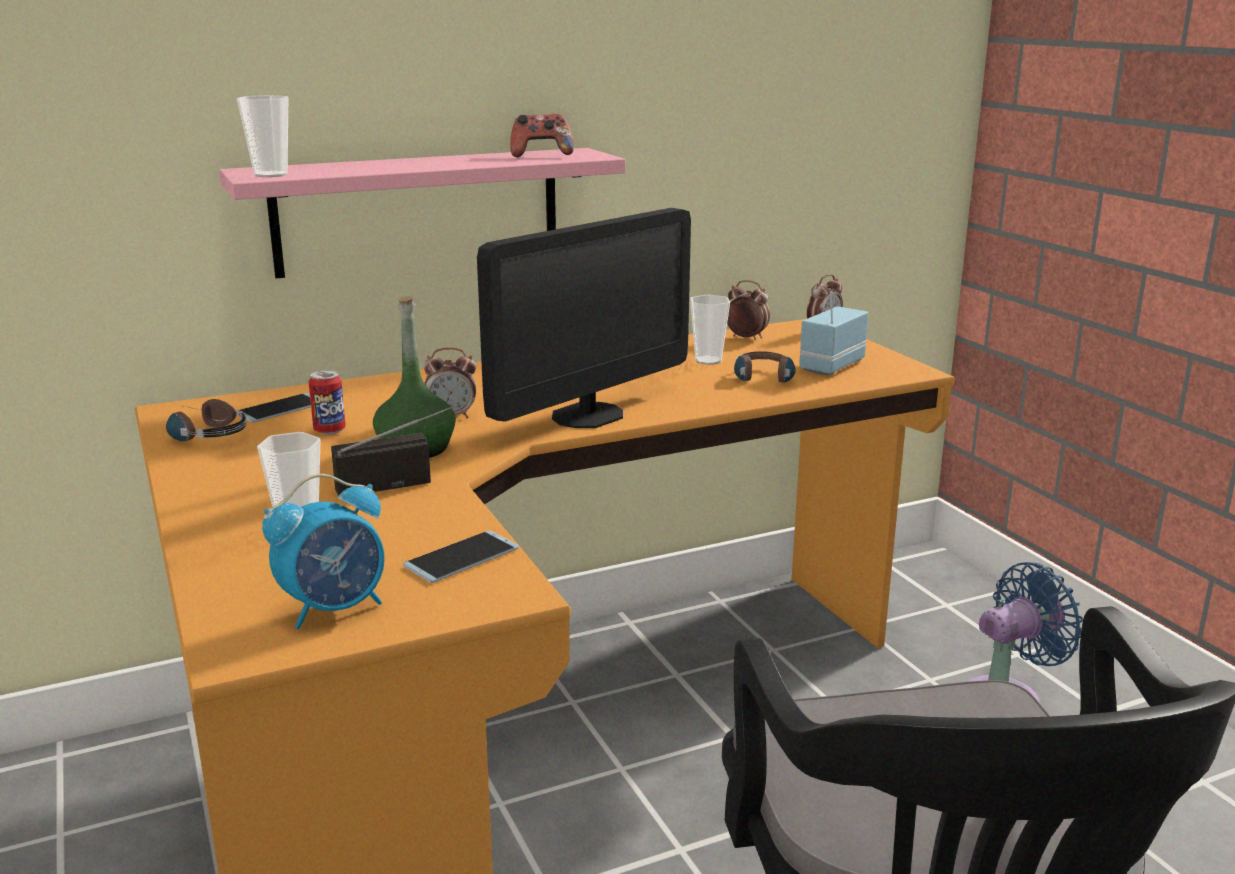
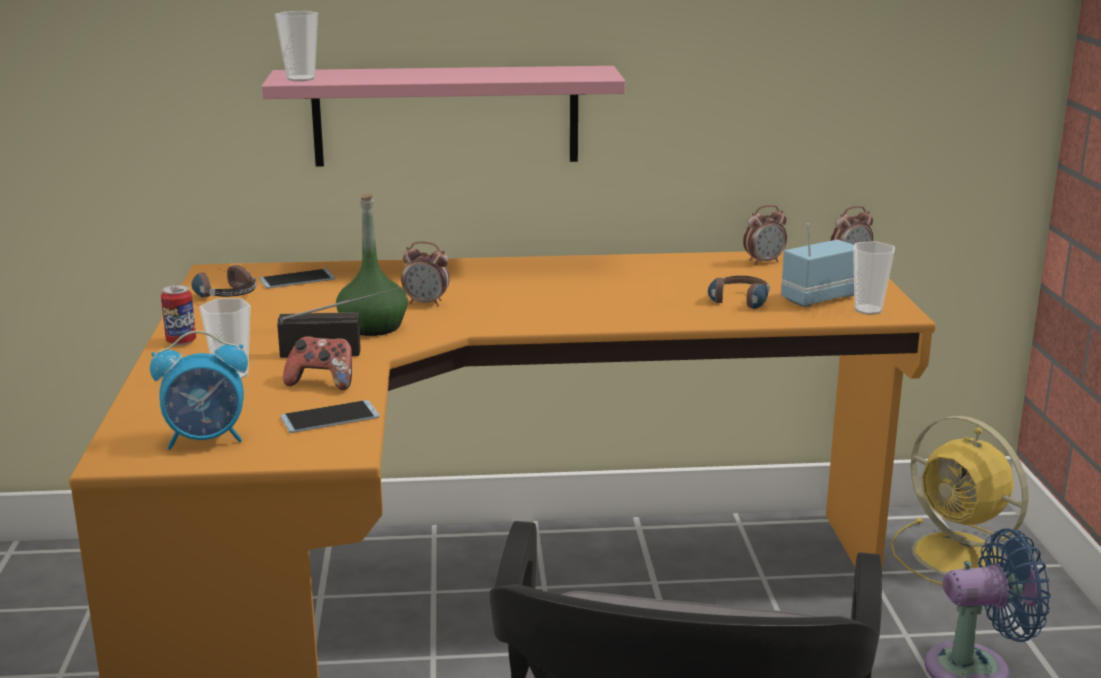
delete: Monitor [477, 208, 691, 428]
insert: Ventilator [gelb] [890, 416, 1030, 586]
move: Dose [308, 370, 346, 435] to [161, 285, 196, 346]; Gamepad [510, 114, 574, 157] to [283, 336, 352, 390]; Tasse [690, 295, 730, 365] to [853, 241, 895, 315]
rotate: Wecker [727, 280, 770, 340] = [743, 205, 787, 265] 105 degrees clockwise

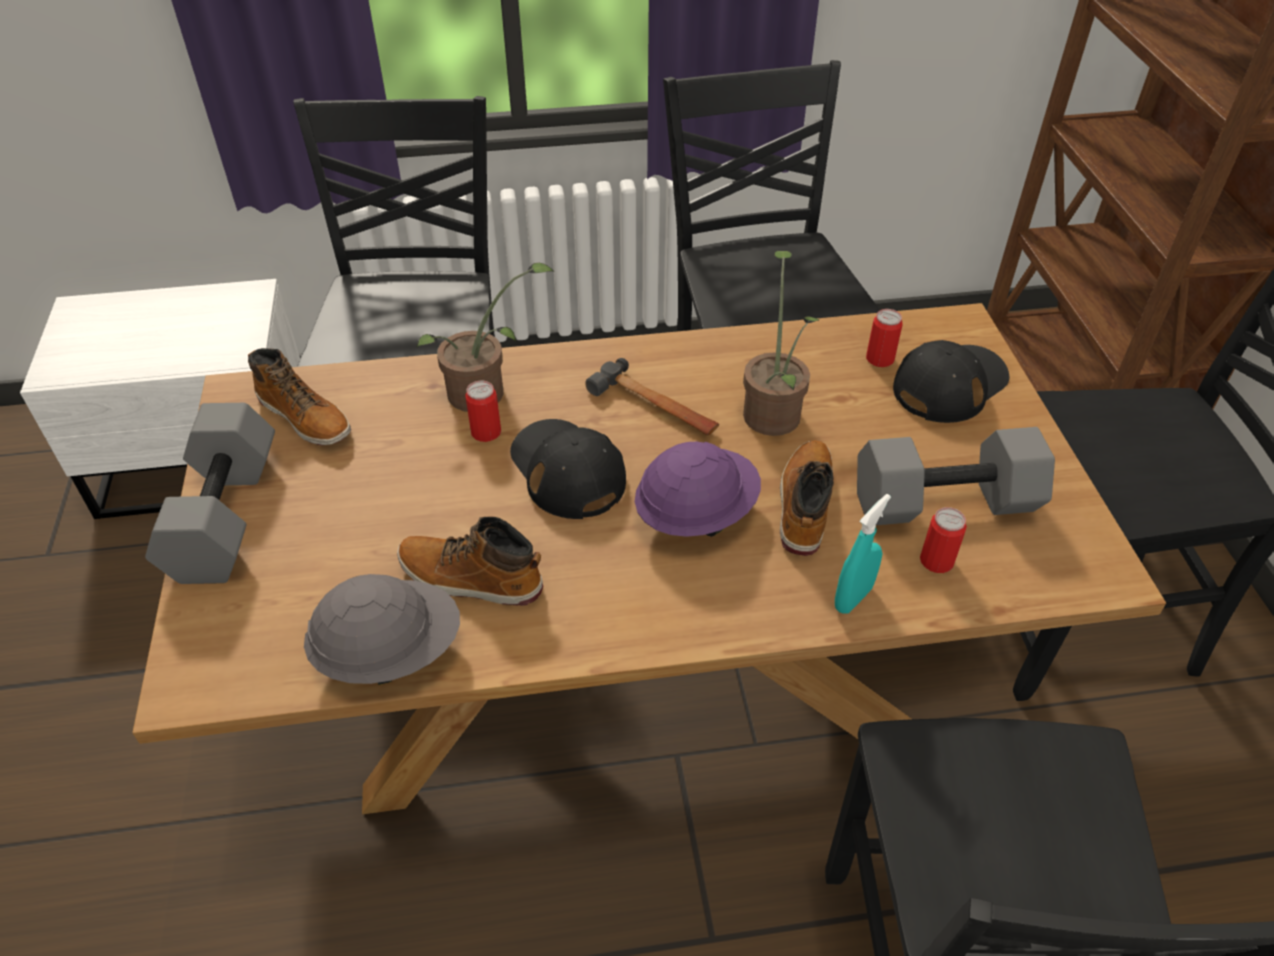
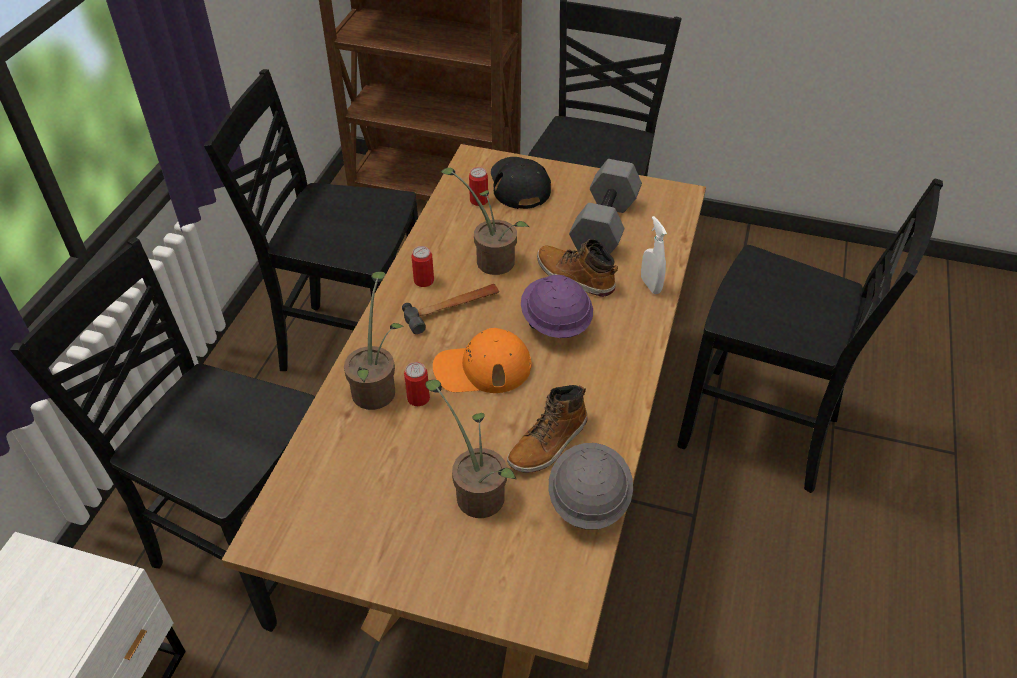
delete: Hantel [grau] [145, 403, 275, 584]; Stiefel [248, 348, 351, 445]
insert: Topfpflanze [425, 380, 516, 518]
move: Dose [920, 507, 967, 573] to [411, 246, 434, 287]
recolor: Kappe [schwarz] [510, 419, 626, 519] to Kappe [orange] [433, 328, 531, 393]; Sprühflasche [türkis] [835, 494, 891, 614] to Sprühflasche [weiß] [641, 216, 667, 294]

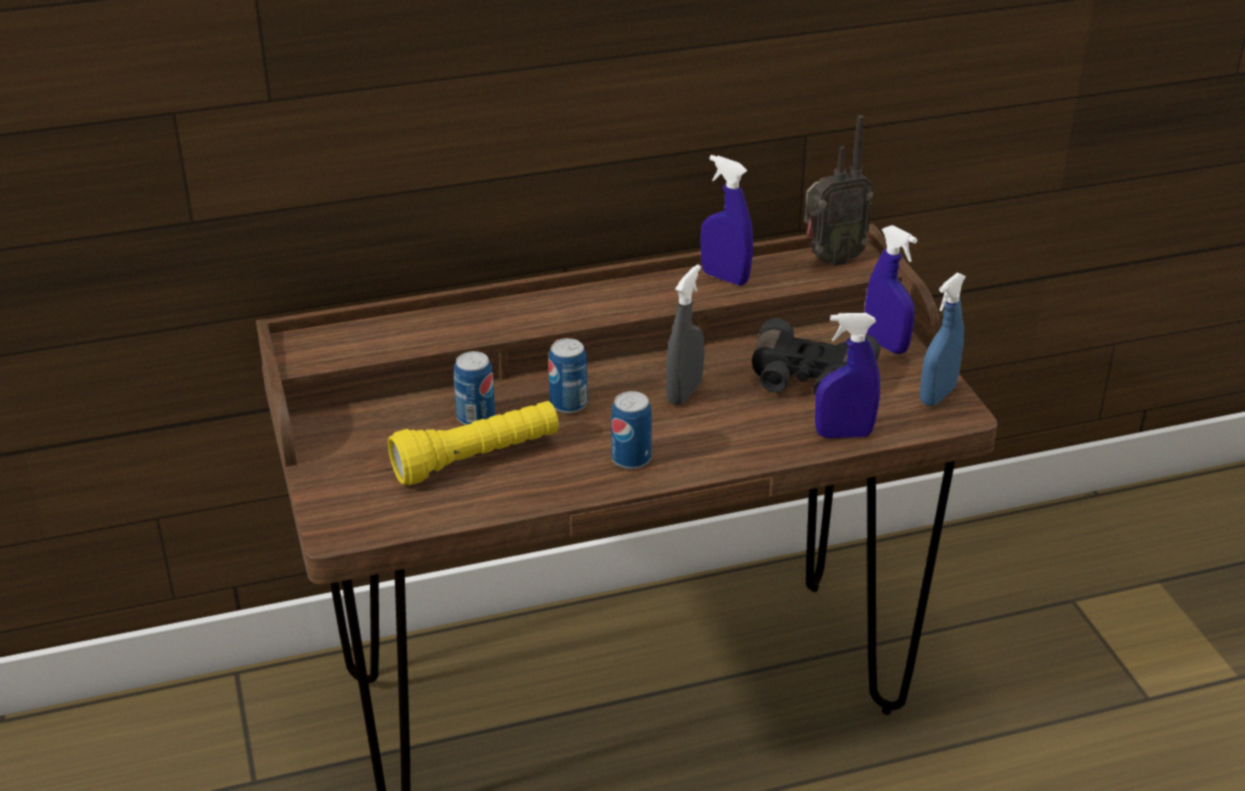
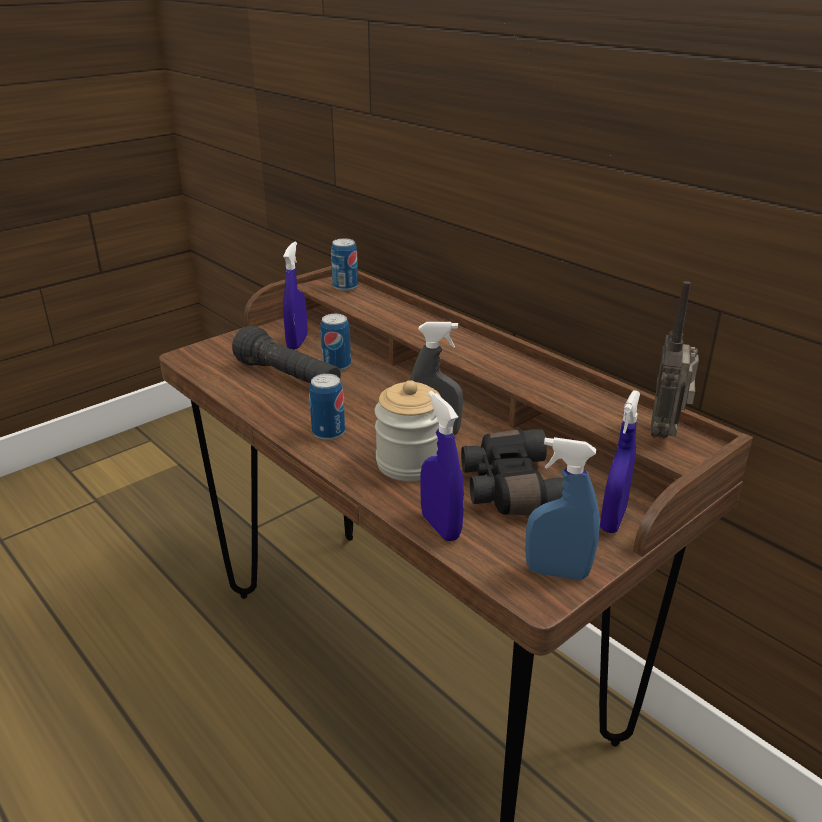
insert: Vorratsglas [375, 380, 441, 481]
move: Sprühflasche [blau] [700, 155, 753, 286] to [283, 242, 307, 350]; Dose [548, 338, 588, 413] to [331, 239, 358, 291]
recolor: Taschenlampe [gelb] [388, 401, 559, 485] to Taschenlampe [schwarz] [232, 326, 341, 383]
rotate: Radio [804, 115, 873, 266] = [651, 281, 699, 439] 60 degrees clockwise

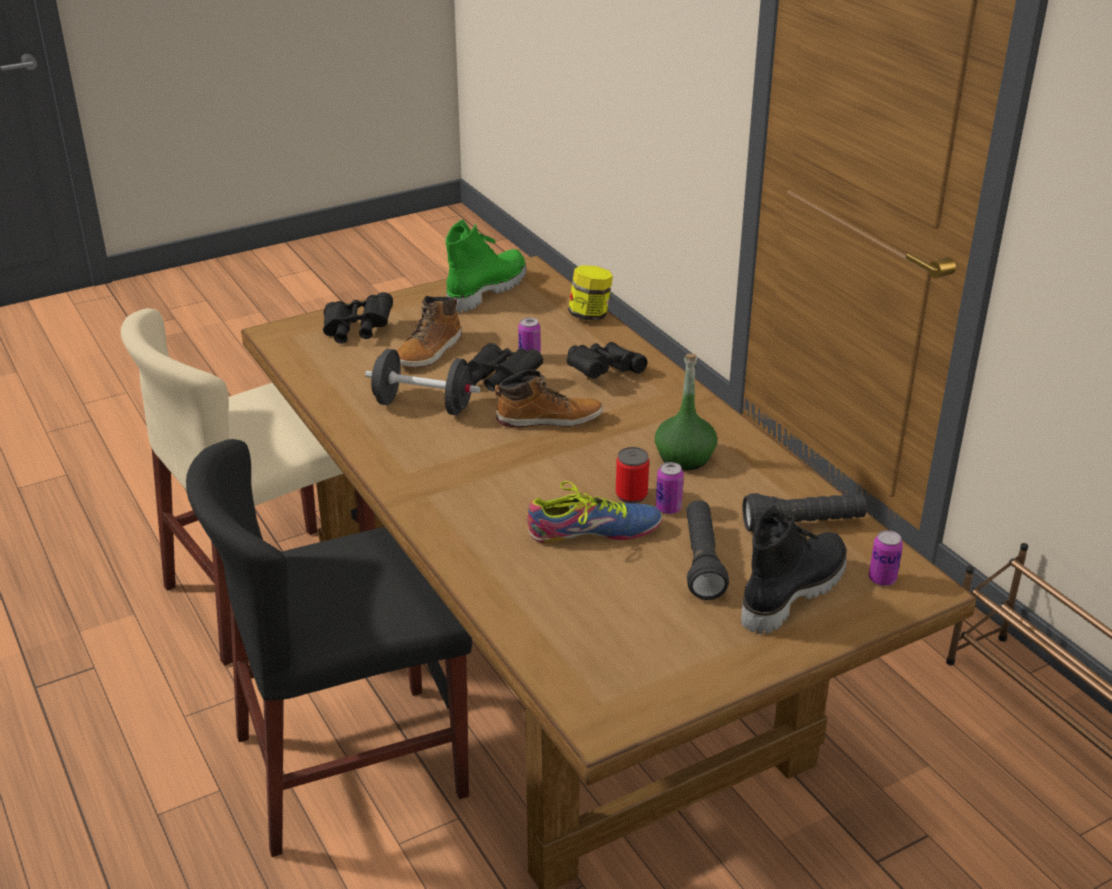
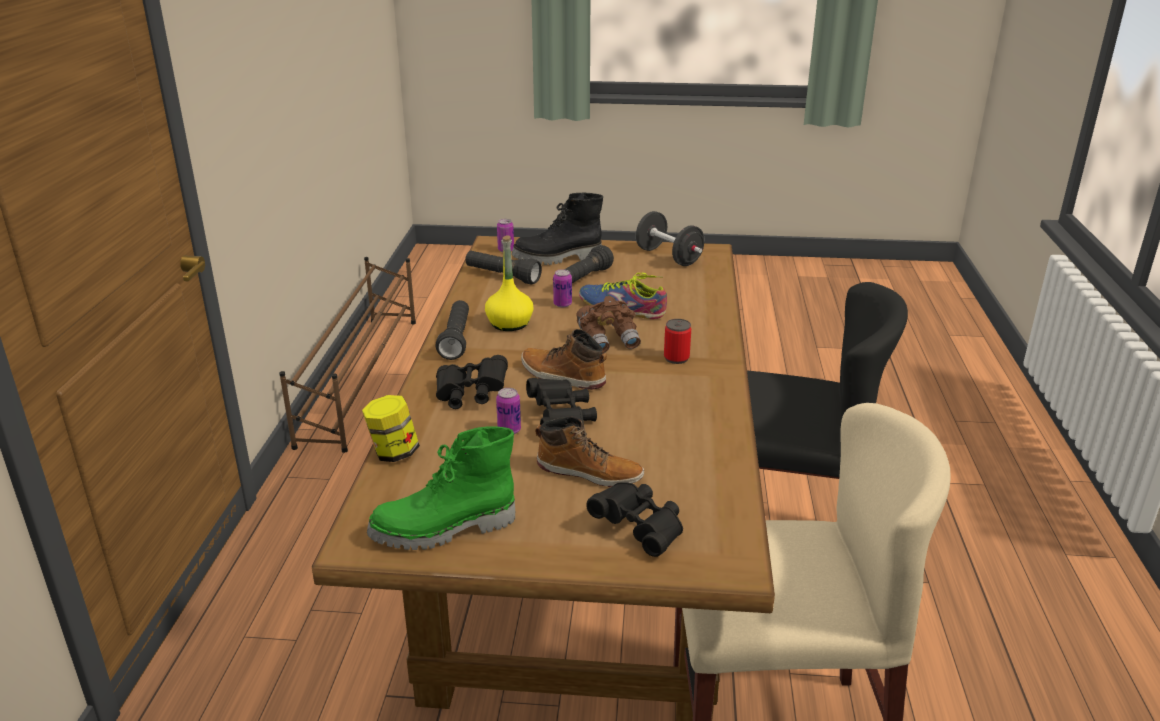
insert: Taschenlampe [schwarz] [435, 300, 469, 360]; Fernglas [braun] [577, 296, 641, 354]
move: Hantel [schwarz] [365, 349, 480, 415] to [636, 211, 704, 266]; Dose [616, 447, 649, 503] to [664, 319, 691, 364]
recolor: Flasche [grün] [655, 354, 717, 470] to Flasche [gelb] [485, 235, 533, 331]
rotate: Stiefel [397, 296, 462, 368] = [535, 417, 645, 487] 45 degrees clockwise

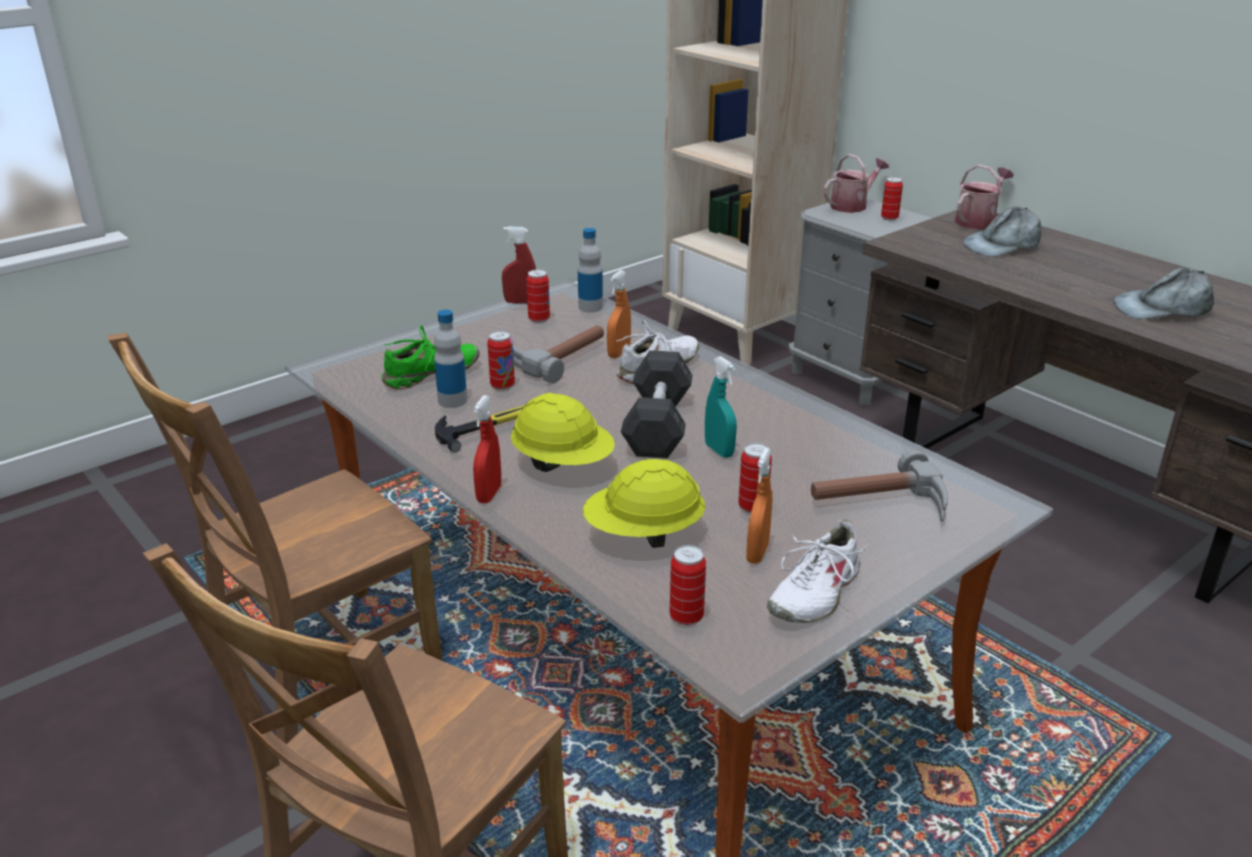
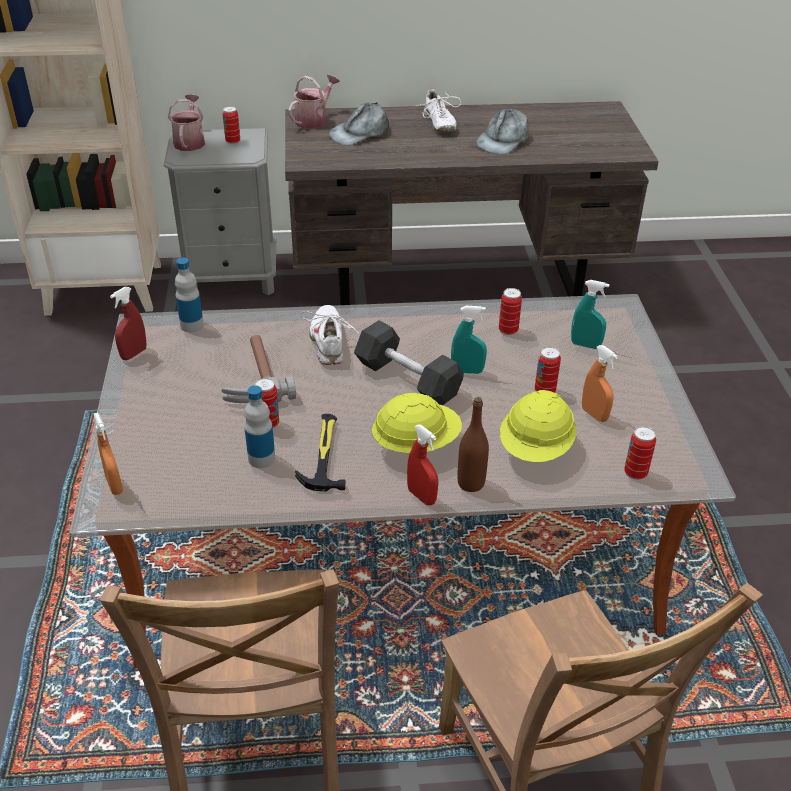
delete: Schuh [grün] [382, 325, 480, 389]
insert: Flasche [braun] [457, 397, 489, 492]
move: Sprühflasche [orange] [607, 270, 631, 358] to [94, 413, 123, 495]; Schuh [weiß] [767, 519, 870, 623] to [416, 89, 461, 132]; Dose [526, 269, 550, 323] to [499, 288, 522, 335]
replace: Hammer [811, 450, 948, 521] to Sprühflasche [türkis] [571, 280, 609, 349]
rotate: Gießkanne [955, 164, 1014, 229] = [288, 75, 340, 129] 45 degrees clockwise; Kappe [grau] [963, 207, 1041, 257] = [329, 102, 389, 146] 45 degrees clockwise

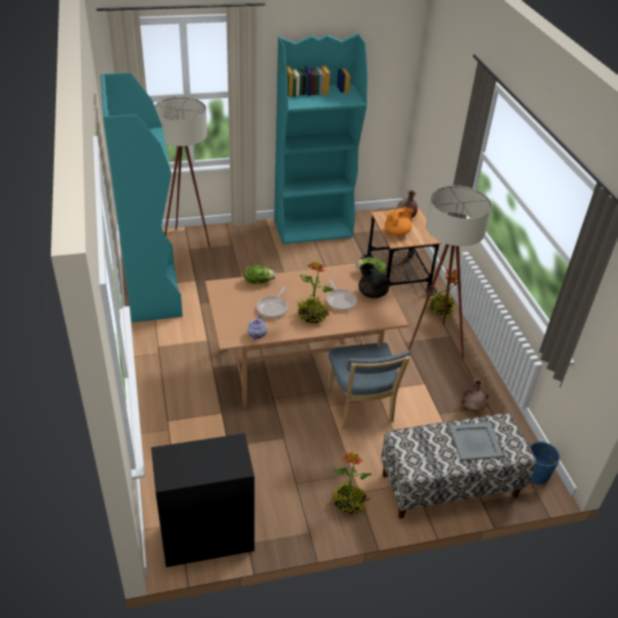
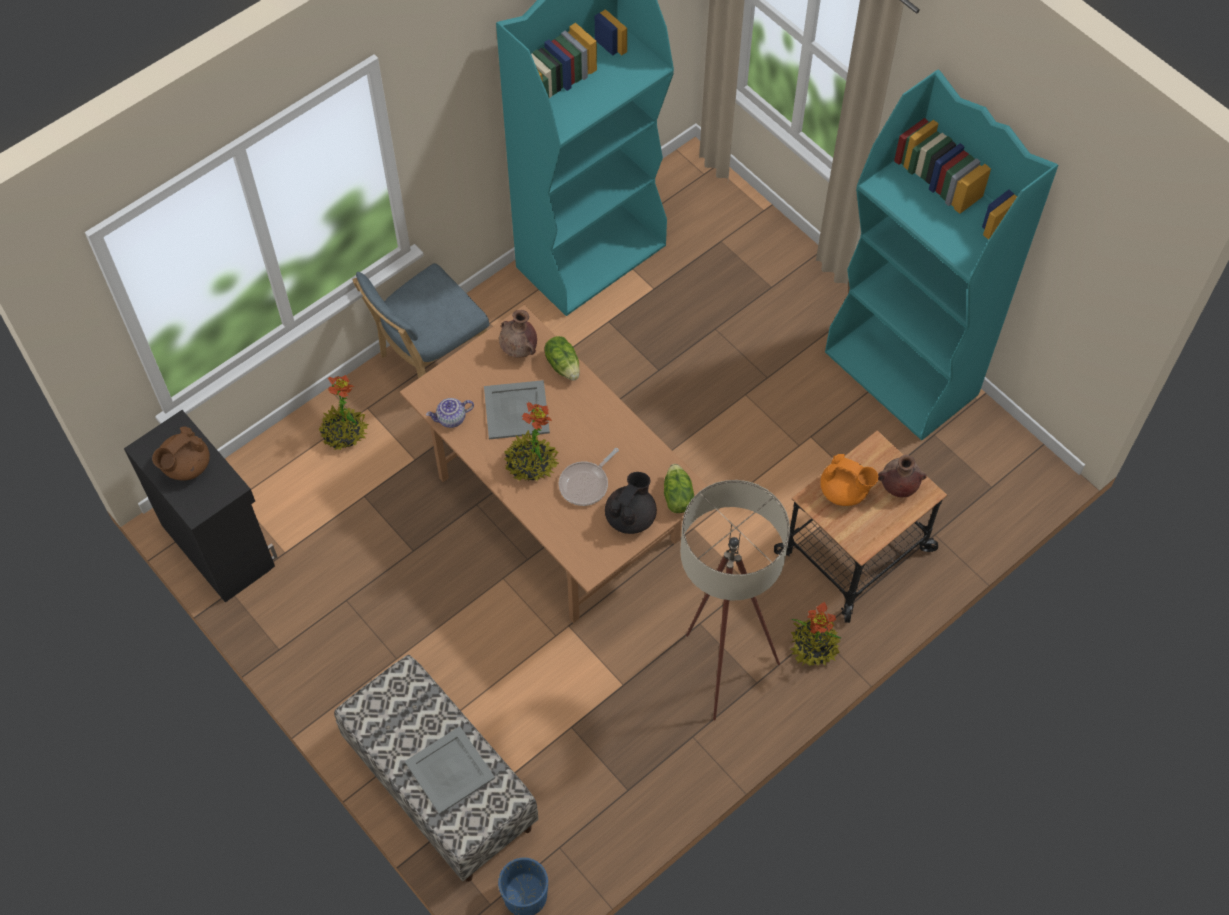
delete: Stehlampe [beige] [154, 97, 210, 248]
insert: Teekanne [braun] [152, 426, 210, 481]
move: Topfpflanze [331, 452, 372, 514] to [319, 375, 369, 450]; Stuhl [blau] [328, 343, 410, 429] to [353, 263, 490, 378]; Vase [braun] [461, 378, 489, 411] to [499, 310, 537, 358]
replace: Pfanne [257, 287, 288, 318] to Tablett [grau] [484, 380, 550, 439]

